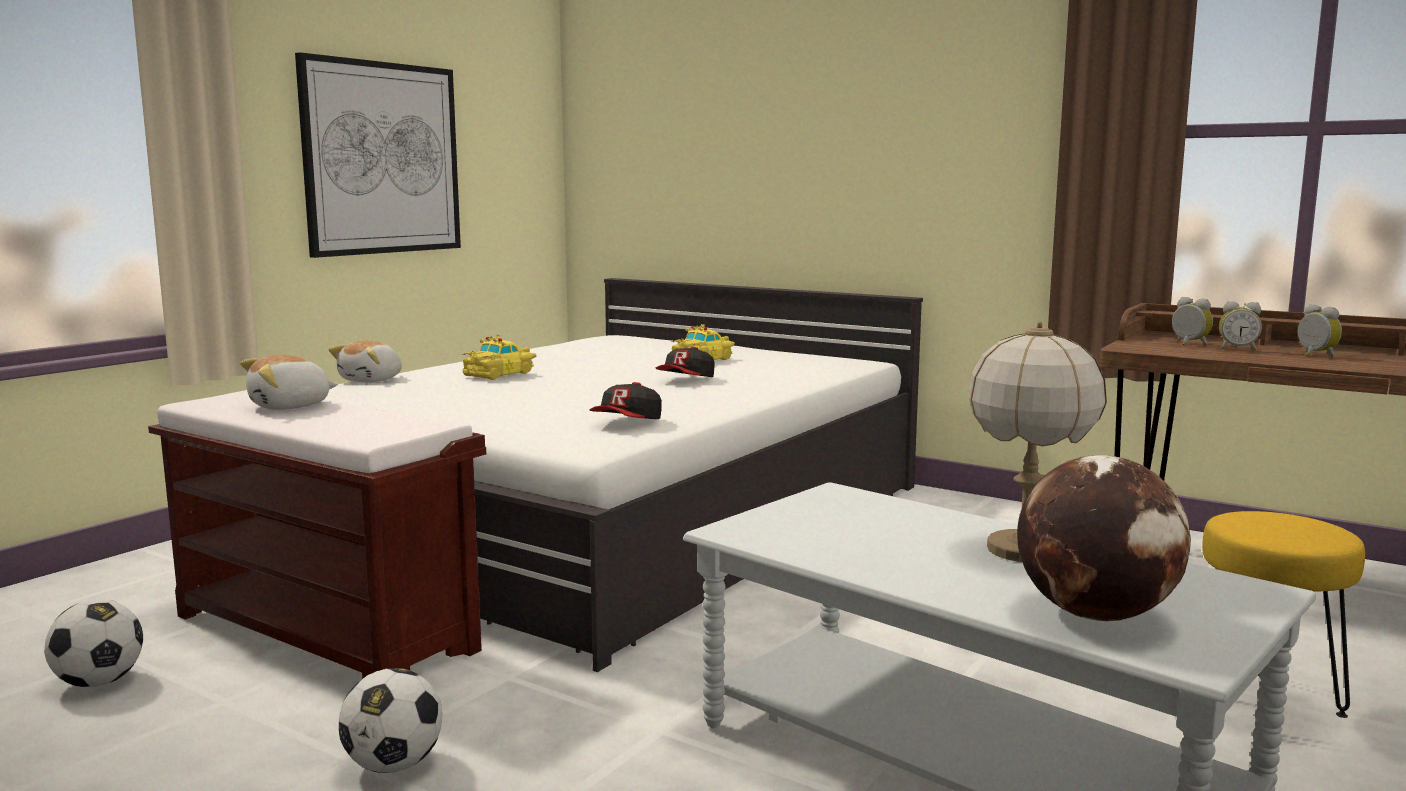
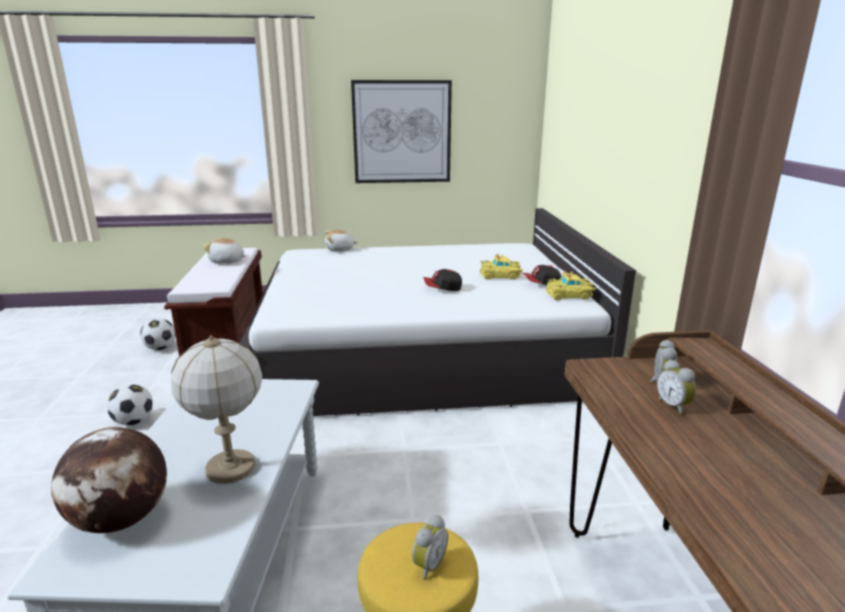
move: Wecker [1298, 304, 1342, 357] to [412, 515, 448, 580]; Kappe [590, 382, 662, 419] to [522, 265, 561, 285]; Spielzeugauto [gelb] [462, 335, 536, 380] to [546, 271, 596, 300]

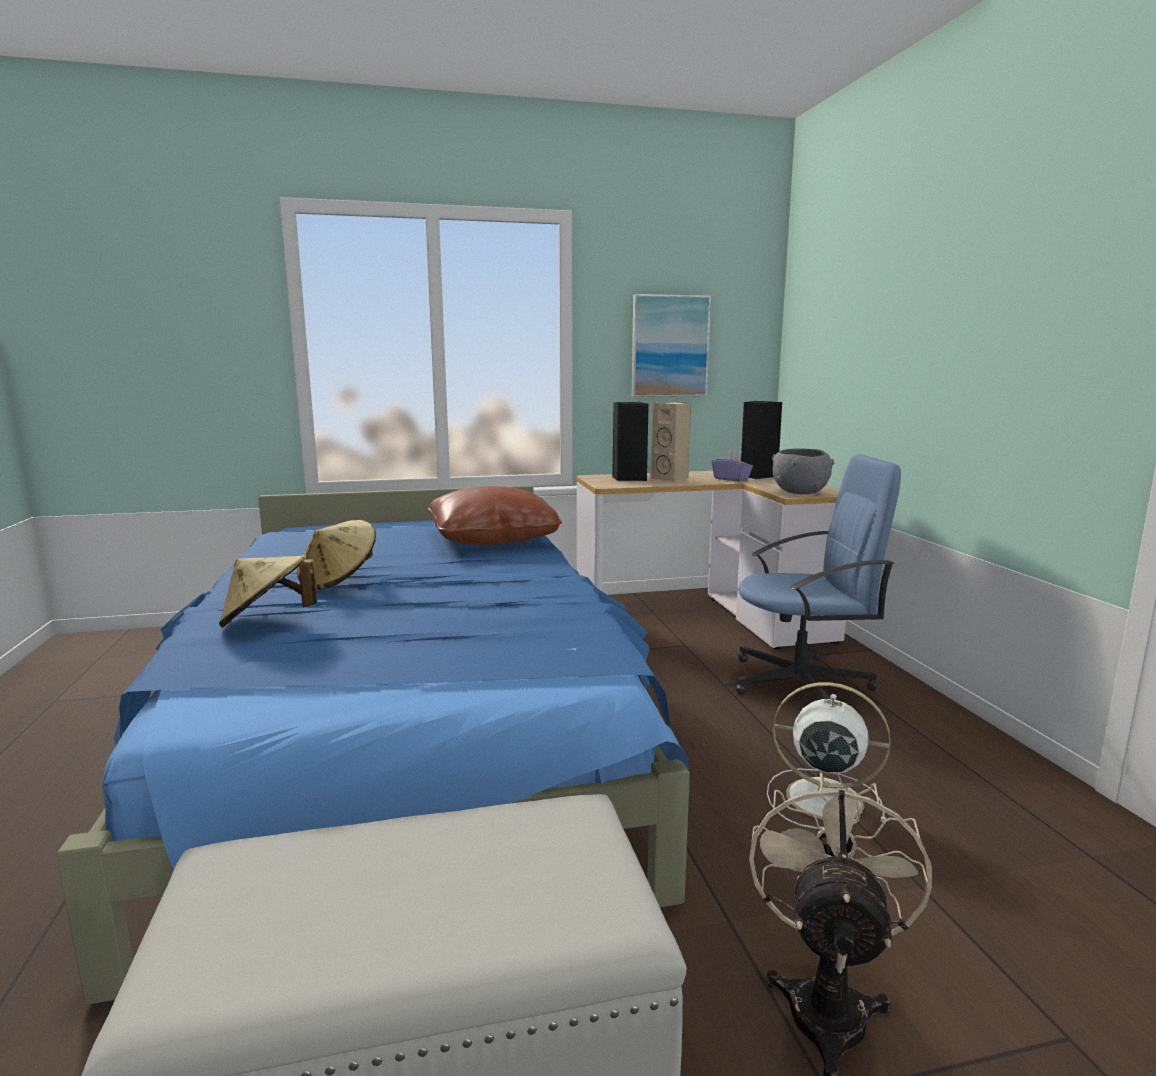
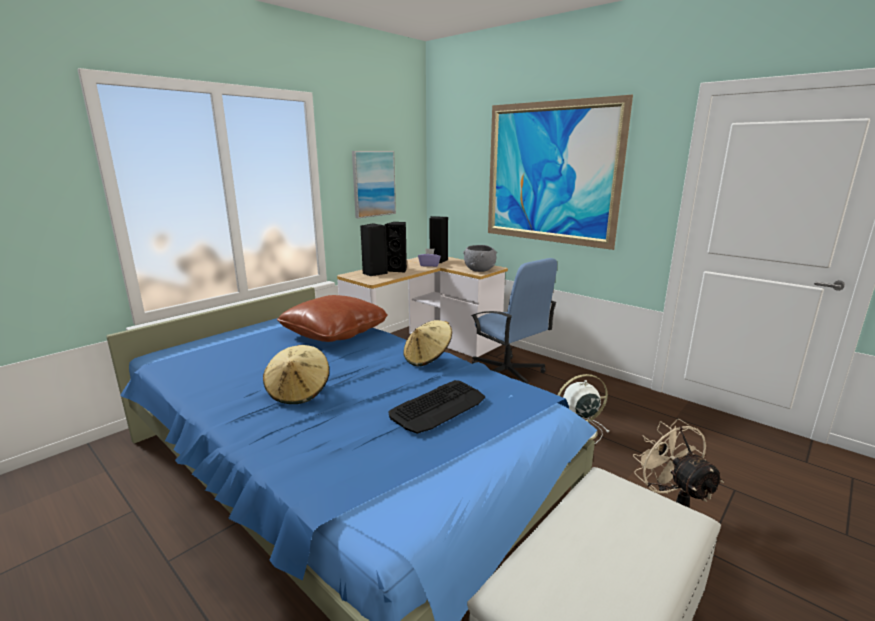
insert: Tastatur [388, 380, 485, 434]; Bild [488, 94, 633, 250]
move: Hut [beige] [219, 555, 317, 628] to [403, 320, 452, 367]
recolor: Lautsprecher [beige] [650, 402, 691, 482] to Lautsprecher [schwarz] [385, 222, 407, 272]
rotate: Bürostuhl [blau] [736, 454, 901, 699] = [471, 258, 557, 384] 90 degrees clockwise

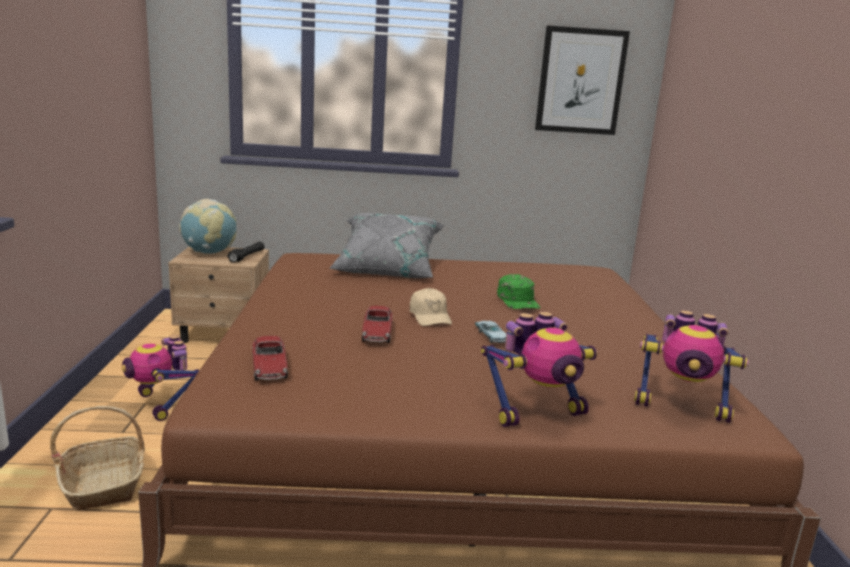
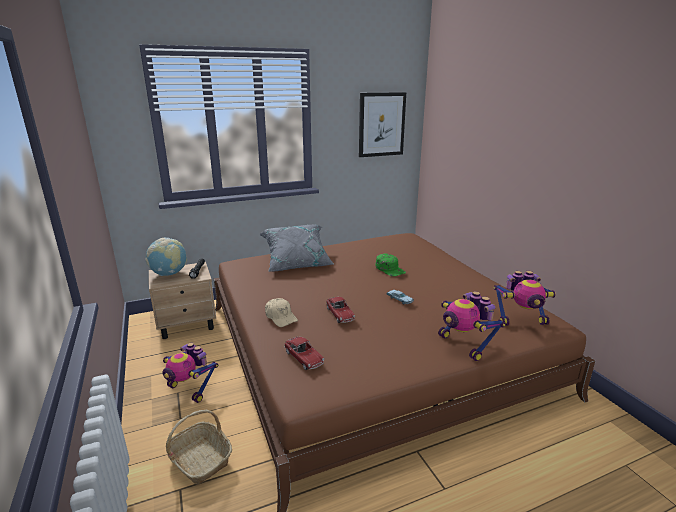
move: Kappe [beige] [410, 288, 452, 326] to [265, 298, 298, 327]
rotate: Spielzeugroboter [481, 312, 597, 427] = [438, 291, 506, 361] 105 degrees clockwise

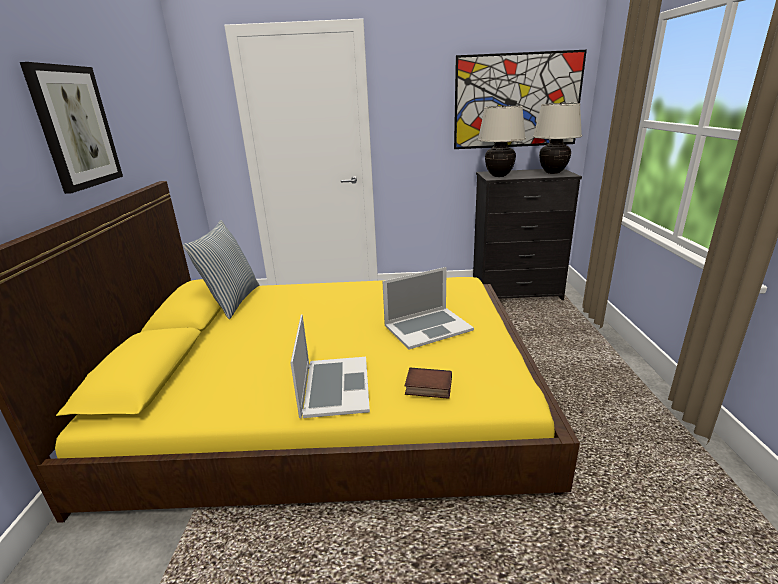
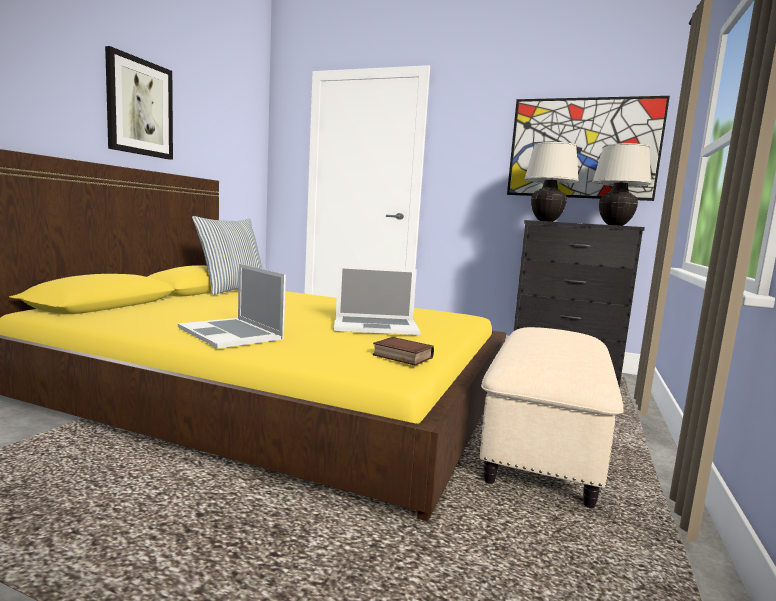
insert: Polsterhocker [beige] [480, 327, 624, 508]
move: Buch [405, 368, 452, 399] to [373, 337, 434, 366]
rotate: Laptop [291, 314, 370, 418] = [178, 264, 286, 349] 120 degrees clockwise

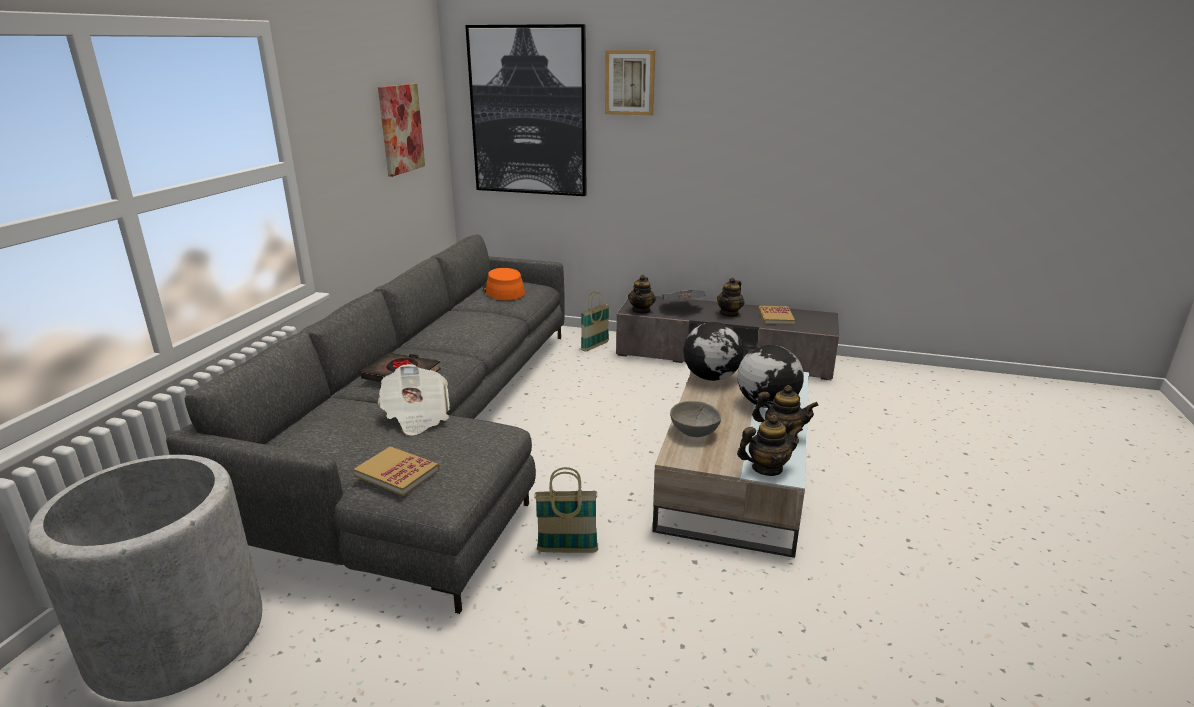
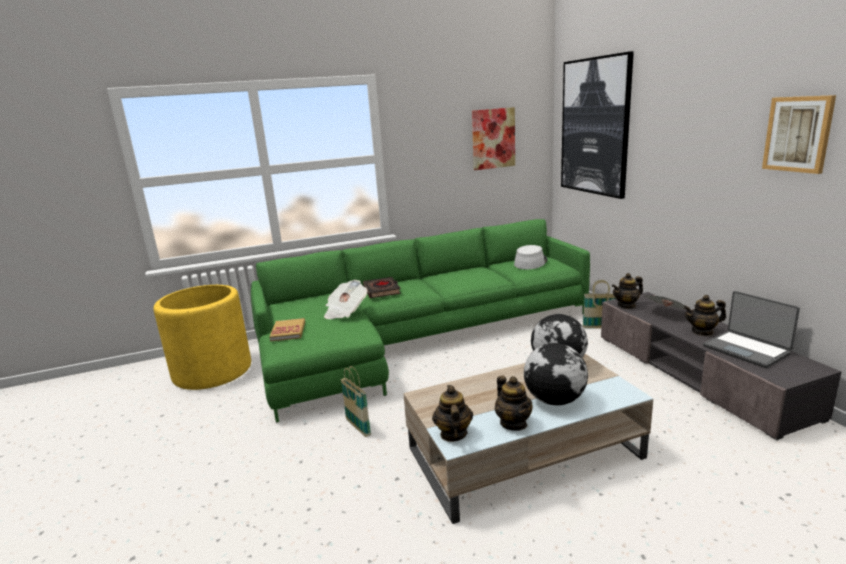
delete: Schüssel [grau] [670, 401, 721, 437]
move: Bild [605, 50, 655, 115] to [762, 95, 836, 174]
replace: Buch [759, 306, 795, 325] to Laptop [703, 291, 800, 368]
recolor: Pflanzkübel [grau] [27, 455, 262, 701] to Pflanzkübel [gelb] [153, 285, 251, 390]; Sofa [grau] [166, 234, 565, 614] to Sofa [grün] [251, 219, 590, 423]; Hut [orange] [483, 268, 525, 300] to Hut [grau] [514, 245, 547, 269]
rotate: Teekanne [737, 415, 803, 476] = [432, 385, 473, 442] 135 degrees counterclockwise

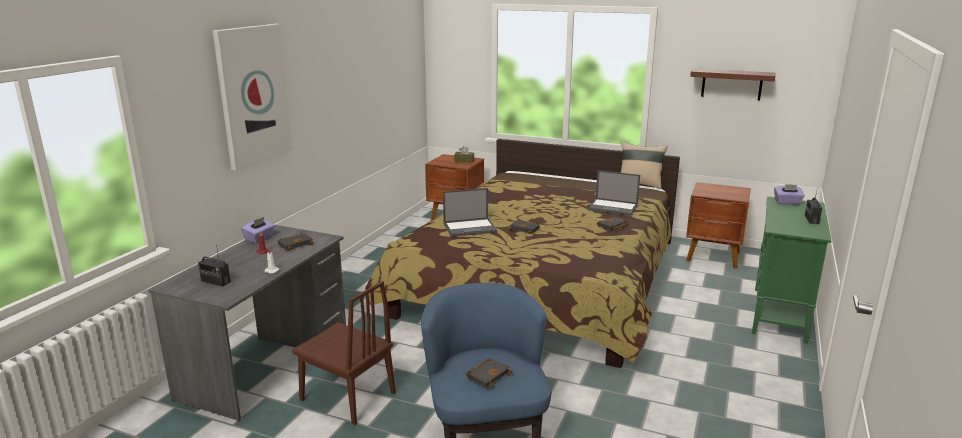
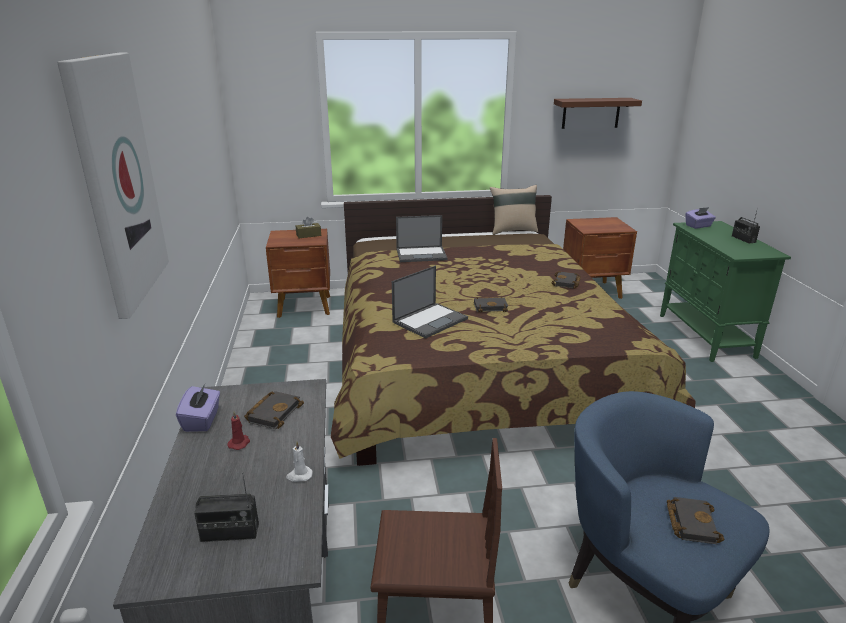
move: Laptop [588, 170, 640, 216] to [396, 215, 448, 262]

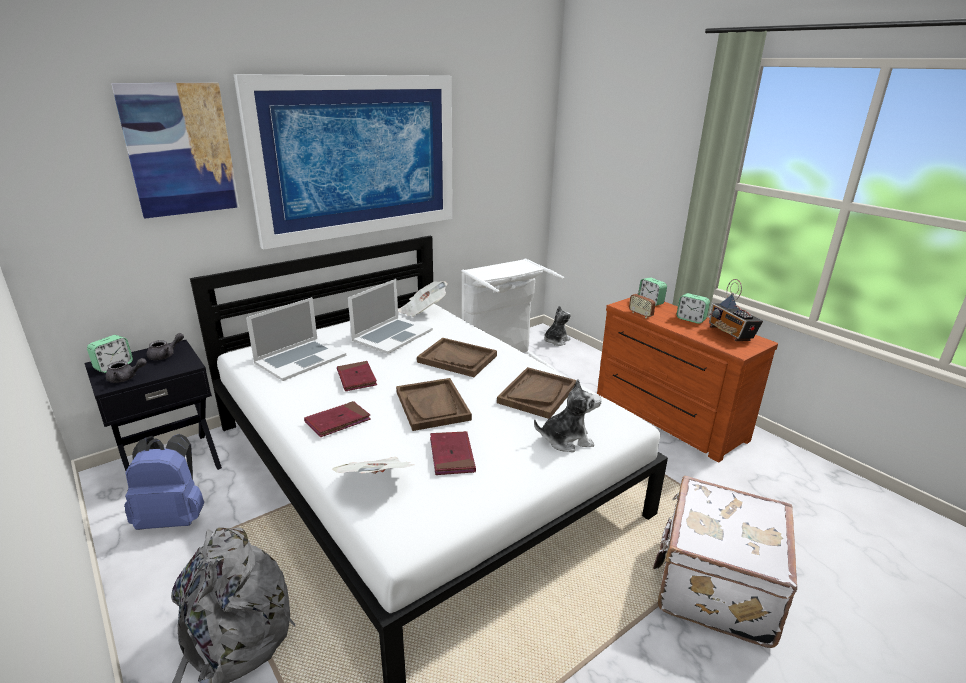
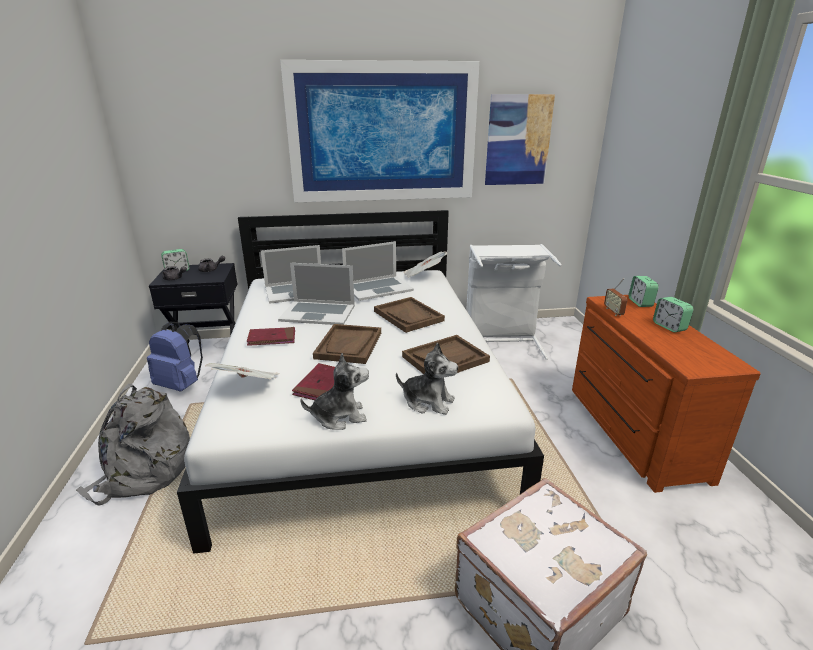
delete: Radio [709, 279, 763, 341]
move: Plüschtier [544, 306, 571, 346] to [300, 353, 369, 430]; Bild [111, 83, 239, 219] to [485, 94, 555, 185]
replace: Buch [rot] [337, 361, 377, 391] to Laptop [278, 263, 355, 325]

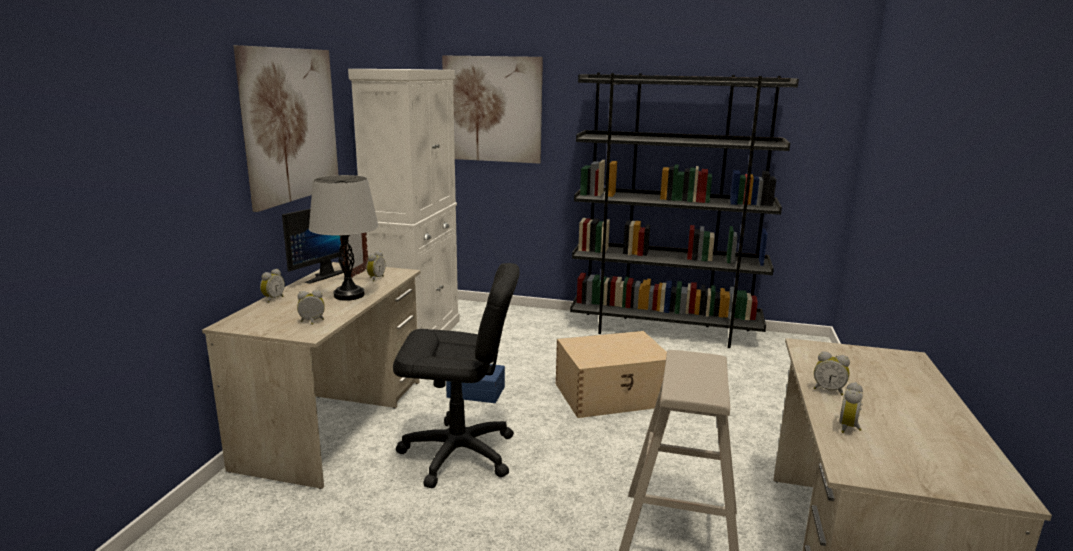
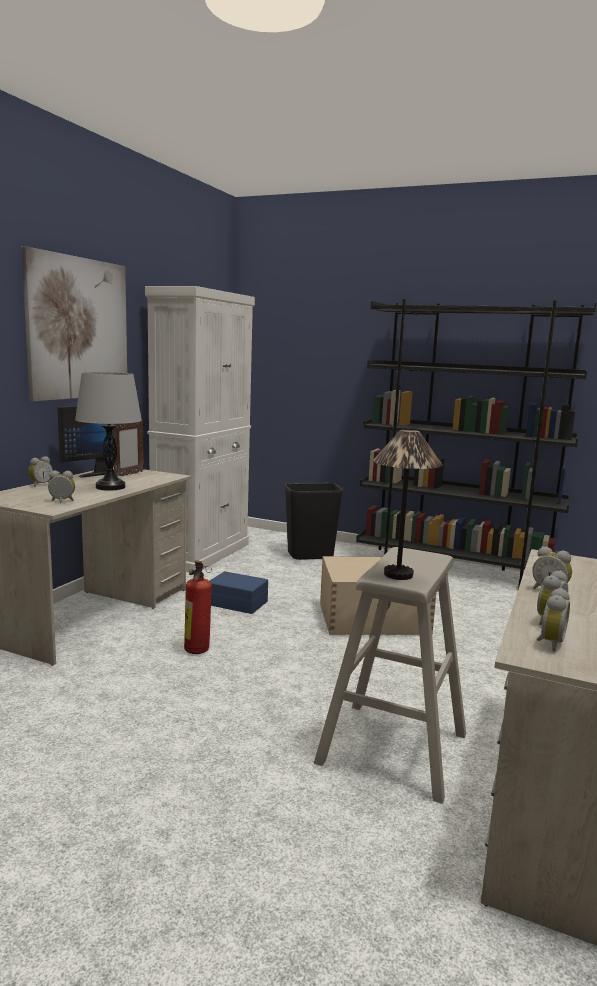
delete: Bild [442, 55, 543, 164]
insert: Mülleimer [schwarz] [284, 483, 344, 560]; Tischlampe [373, 430, 443, 580]
move: Wecker [366, 251, 386, 281] to [537, 588, 570, 652]
replace: Bürostuhl [schwarz] [393, 263, 519, 488] to Feuerlöscher [184, 560, 212, 654]

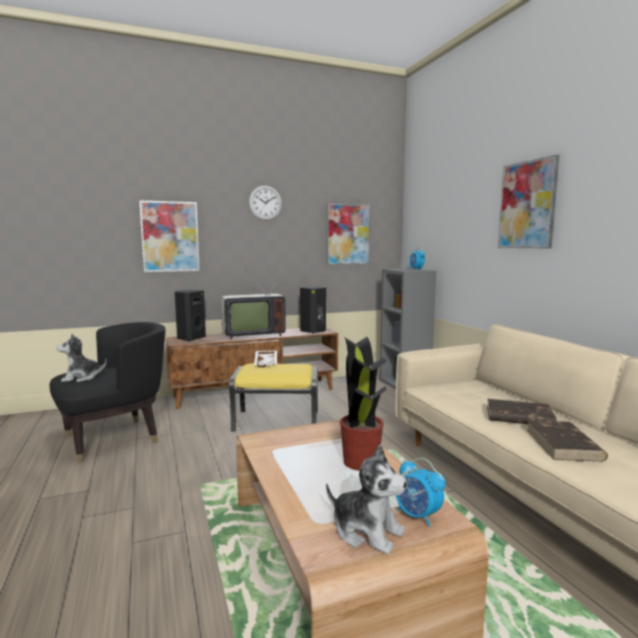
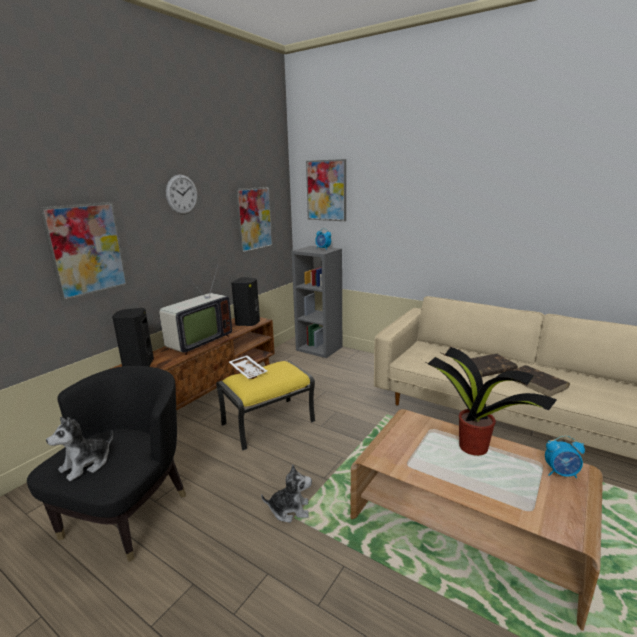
move: Plüschtier [326, 445, 407, 554] to [261, 465, 312, 523]; Bild [498, 154, 559, 248] to [306, 159, 346, 221]

